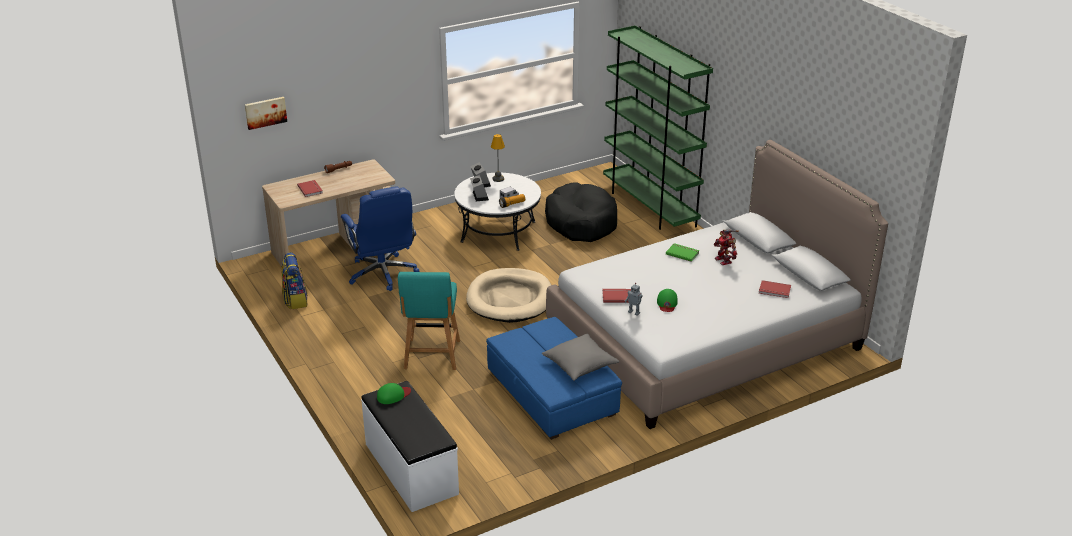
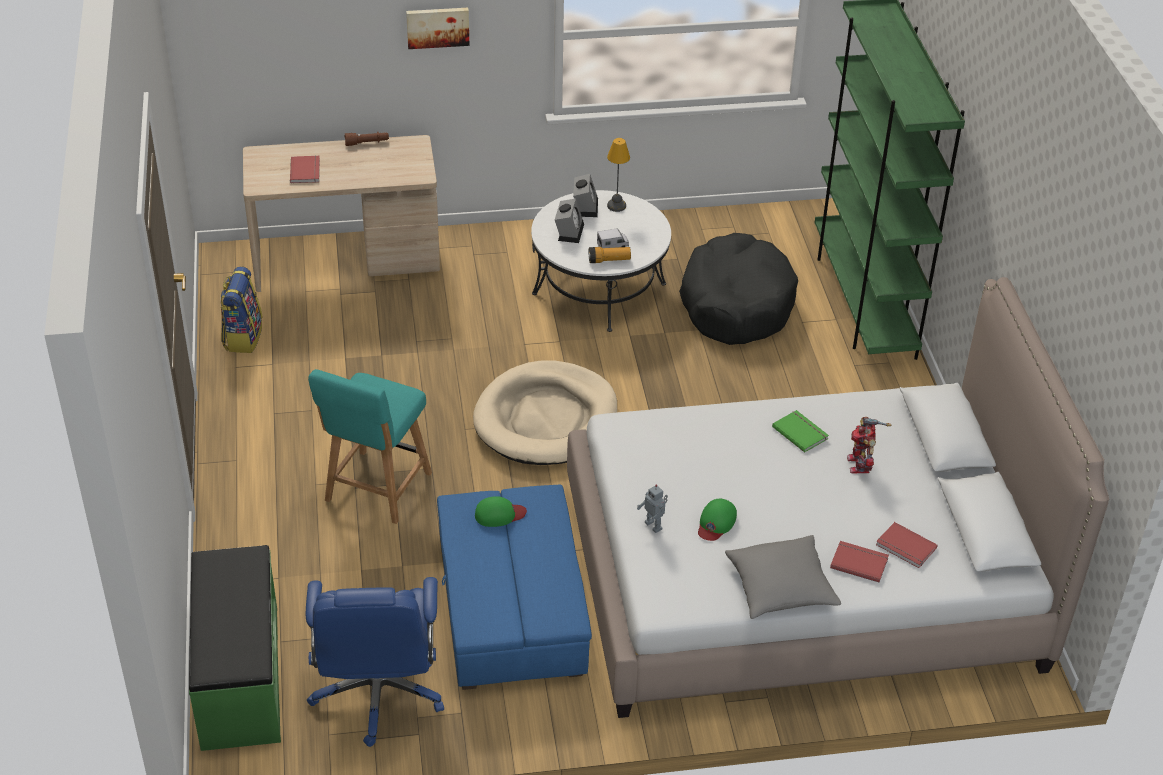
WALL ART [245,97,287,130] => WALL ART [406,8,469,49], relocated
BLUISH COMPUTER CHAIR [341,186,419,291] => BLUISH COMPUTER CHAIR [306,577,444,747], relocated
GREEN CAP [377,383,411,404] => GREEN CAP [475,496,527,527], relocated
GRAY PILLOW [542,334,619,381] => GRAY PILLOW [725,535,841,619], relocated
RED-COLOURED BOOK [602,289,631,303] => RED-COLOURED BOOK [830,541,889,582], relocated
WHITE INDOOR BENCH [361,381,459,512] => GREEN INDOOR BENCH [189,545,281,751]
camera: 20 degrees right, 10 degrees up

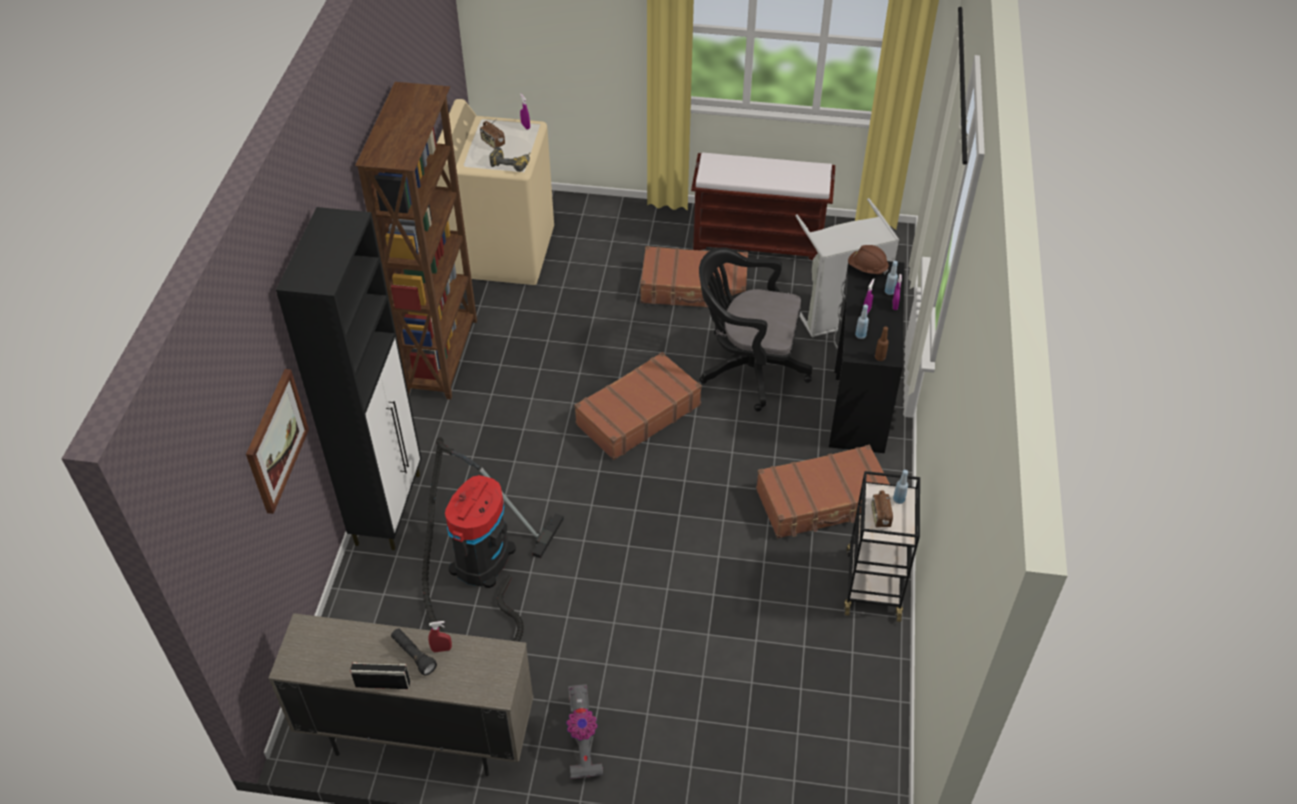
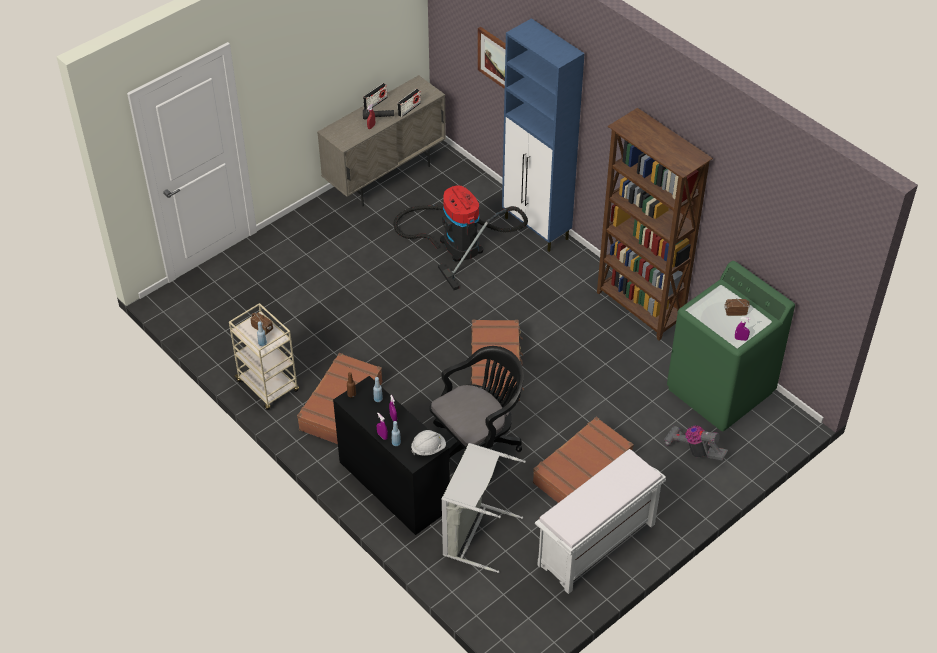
ELECTRIC DRILL [489,147,530,172] => nothing
nothing => RADIO SET [397,89,421,117]
VACUUM CLEANER [566,684,603,779] => VACUUM CLEANER [664,425,728,460], relocated
BLACK STORAGE CABINET [276,207,422,550] => BLUISH STORAGE CABINET [502,18,585,252]
BEIGE LAUNDRY MACHINE [437,99,554,285] => GREEN LAUNDRY MACHINE [667,261,795,431]
BROWN-COLOURED INDOOR BENCH [691,152,835,260] => WHITE INDOOR BENCH [535,449,666,594]
BLACK CART [844,471,920,622] => BEIGE CART [229,303,299,410]
BROWN-COLOURED WORK HELMET [848,245,889,275] => WHITE WORK HELMET [411,430,446,456]
camera: 130 degrees right, 0 degrees up

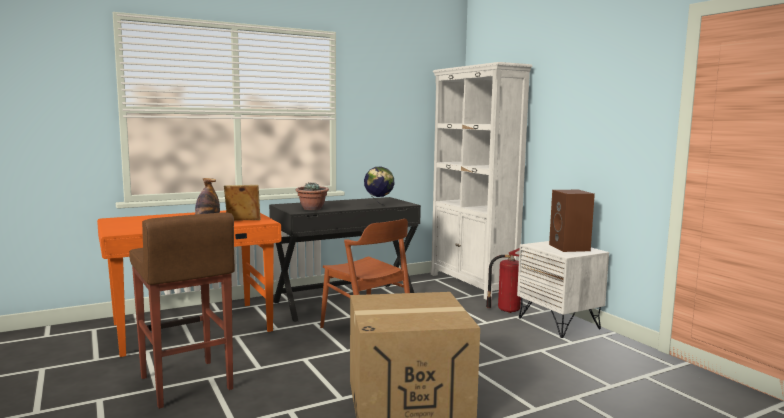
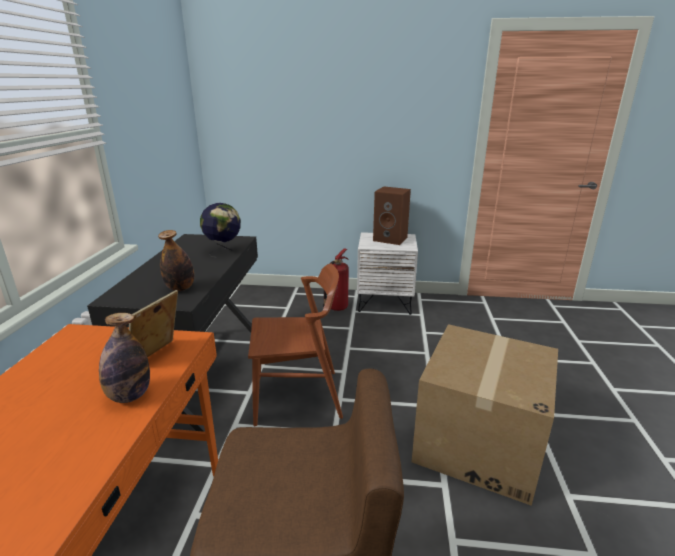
WHITE BOOKCASE [431,62,532,300] => nothing
POTTED PLANT [296,182,329,210] => DRINK BOTTLE [158,230,194,291]
camera: 55 degrees left, 15 degrees up

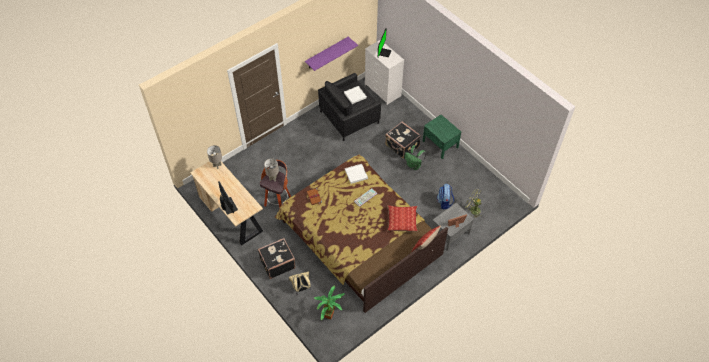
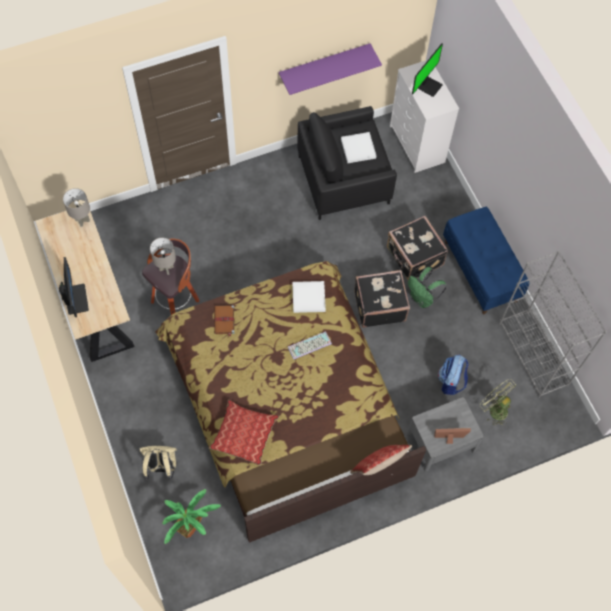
nothing => GRAY BOOKCASE [499,251,607,398]
BLACK SUITCASE [258,238,296,279] => BLACK SUITCASE [354,270,410,328], relocated
PILLOW [387,205,418,232] => PILLOW [209,399,279,466], relocated
GREEN NIGHT TABLE [423,115,461,159] => BLUISH INDOOR BENCH [443,207,530,314]
camera: 15 degrees right, 10 degrees up

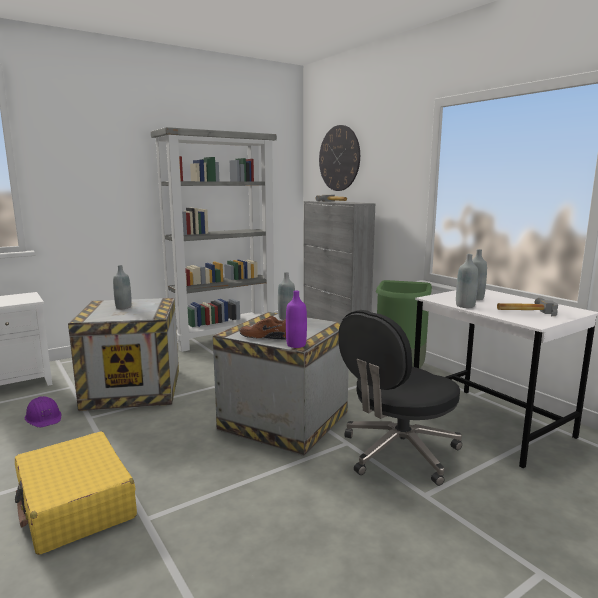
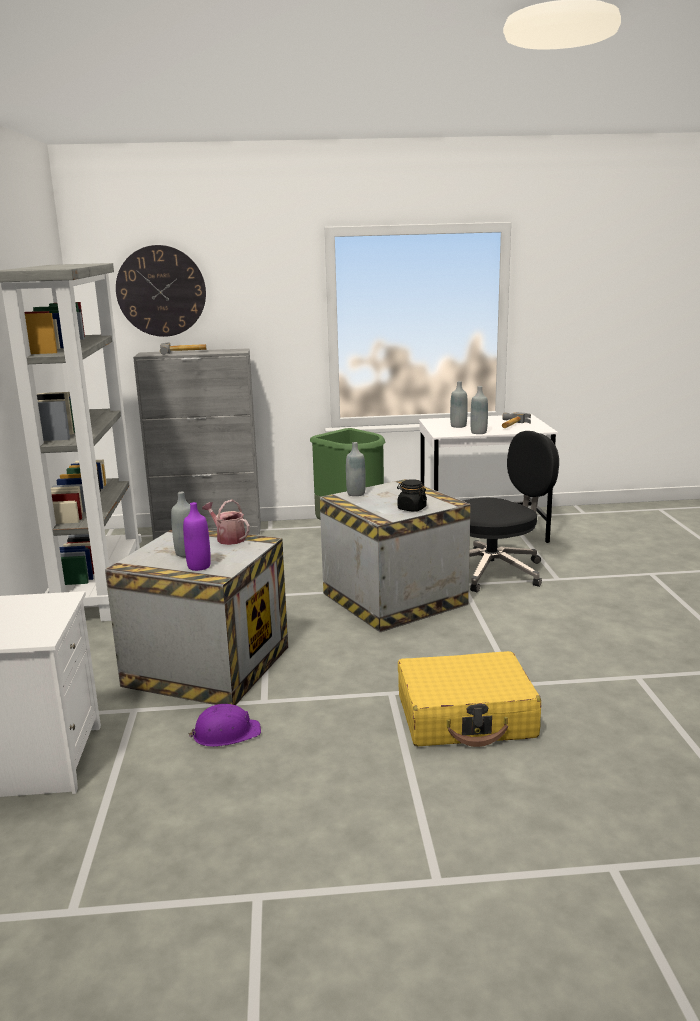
nothing => WATERING CAN [202,499,250,545]
PURPLISH DRINK BOTTLE [286,290,307,348] => PURPLISH DRINK BOTTLE [183,502,211,571], relocated
BROWN-COLOURED SHOE [239,316,286,339] => BLACK PRESERVE JAR [397,479,427,512]
BLACK COMPUTER CHAIR [338,310,462,486] => BLACK COMPUTER CHAIR [463,431,559,592], 105 degrees counterclockwise
camera: 60 degrees left, 5 degrees up

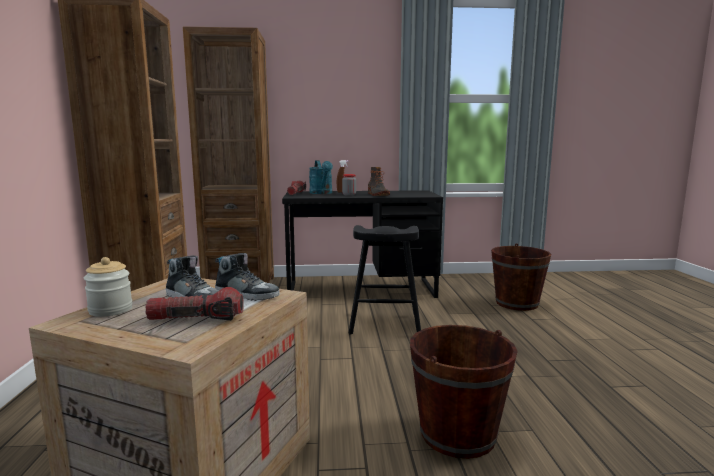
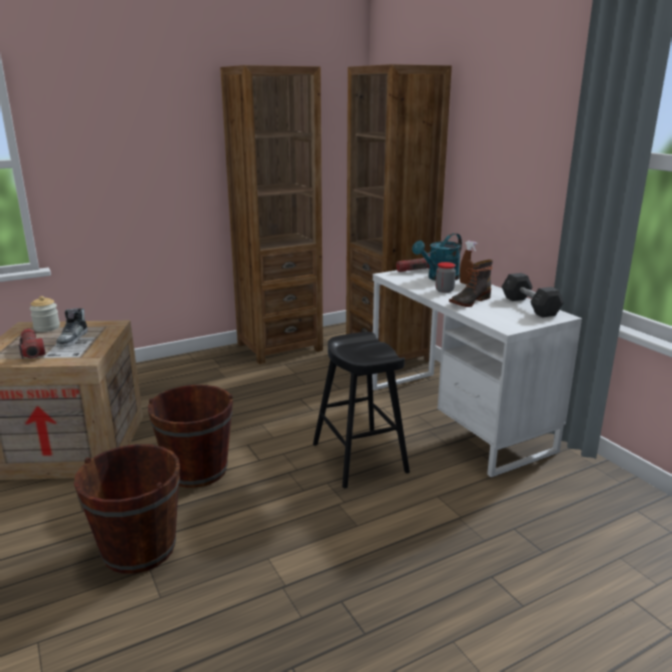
SHOE [215,253,279,300] => nothing
nothing => GRAY HAND WEIGHT [502,273,564,317]
BROWN-COLOURED WATER BUCKET [491,243,551,311] => BROWN-COLOURED WATER BUCKET [148,385,233,488], relocated
BLACK DESK [282,190,443,298] => WHITE DESK [372,268,582,477]
camera: 65 degrees right, 10 degrees up

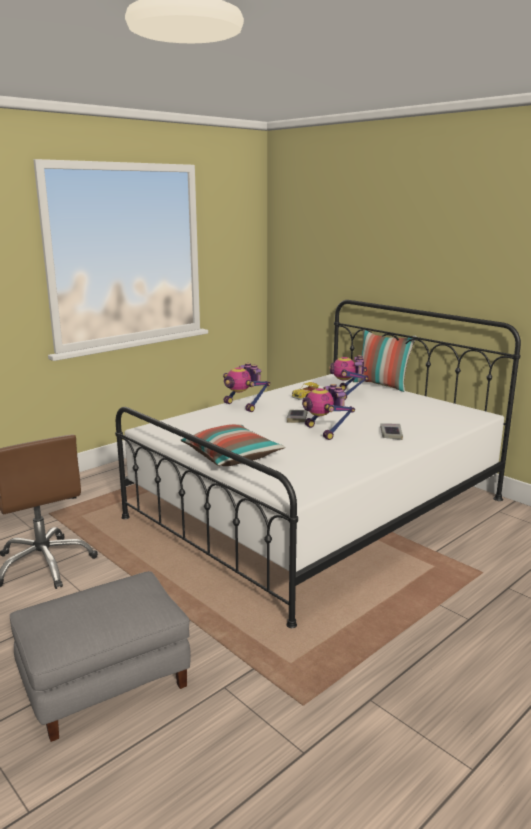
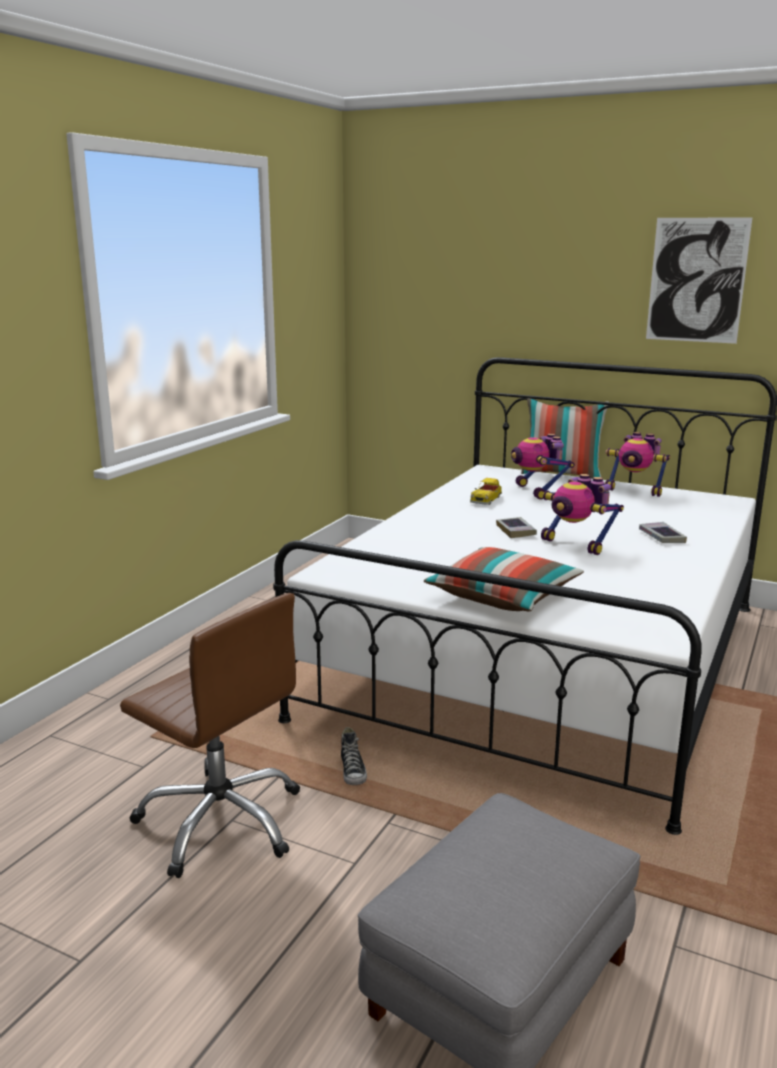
nothing => SHOE [341,727,367,785]
nothing => WALL ART [646,217,753,344]
ROBOT FIGURE [223,363,270,412] => ROBOT FIGURE [605,432,670,497], relocated
camera: 20 degrees left, 0 degrees up

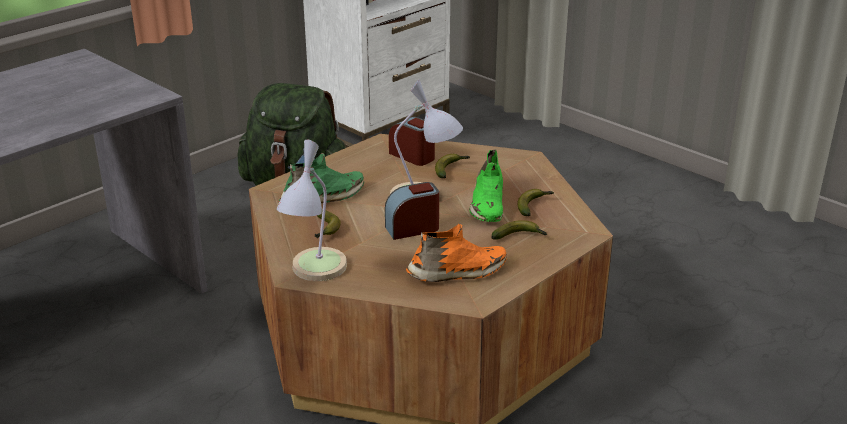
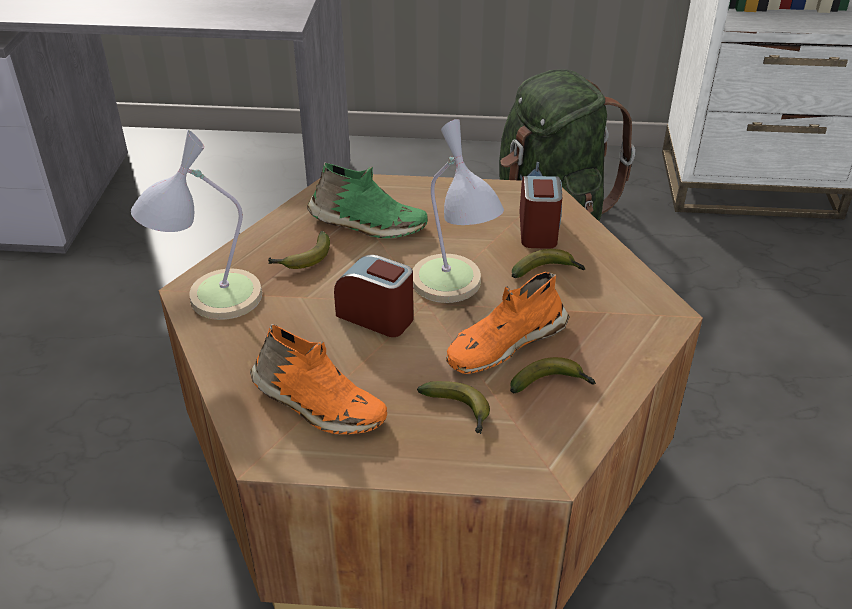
GREEN SHOE [469,149,503,222] => ORANGEY SHOE [446,272,570,374]
camera: 50 degrees right, 10 degrees up

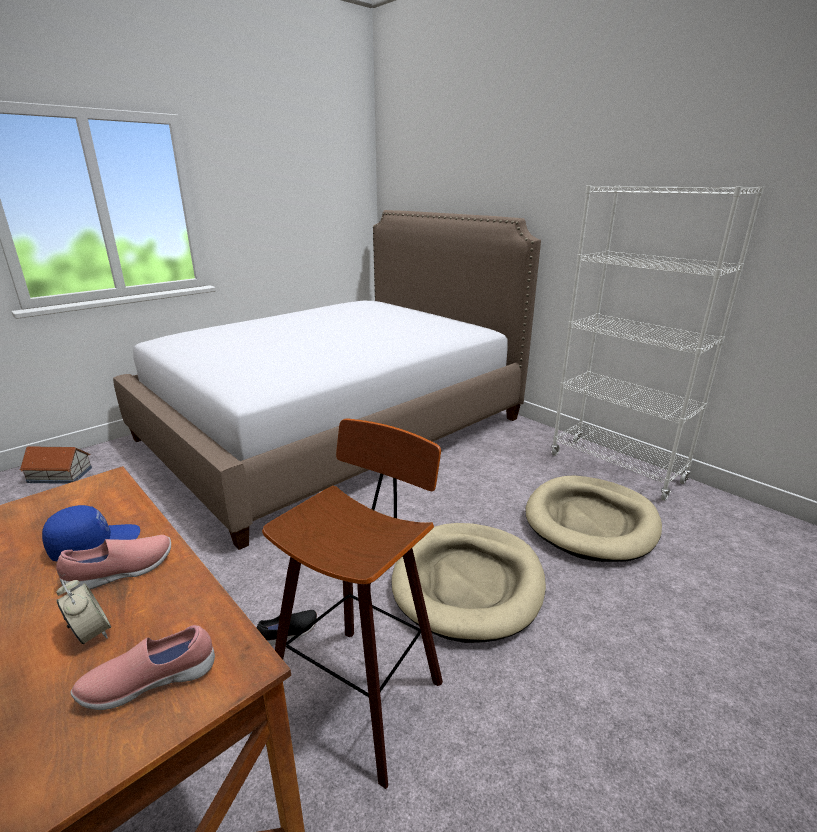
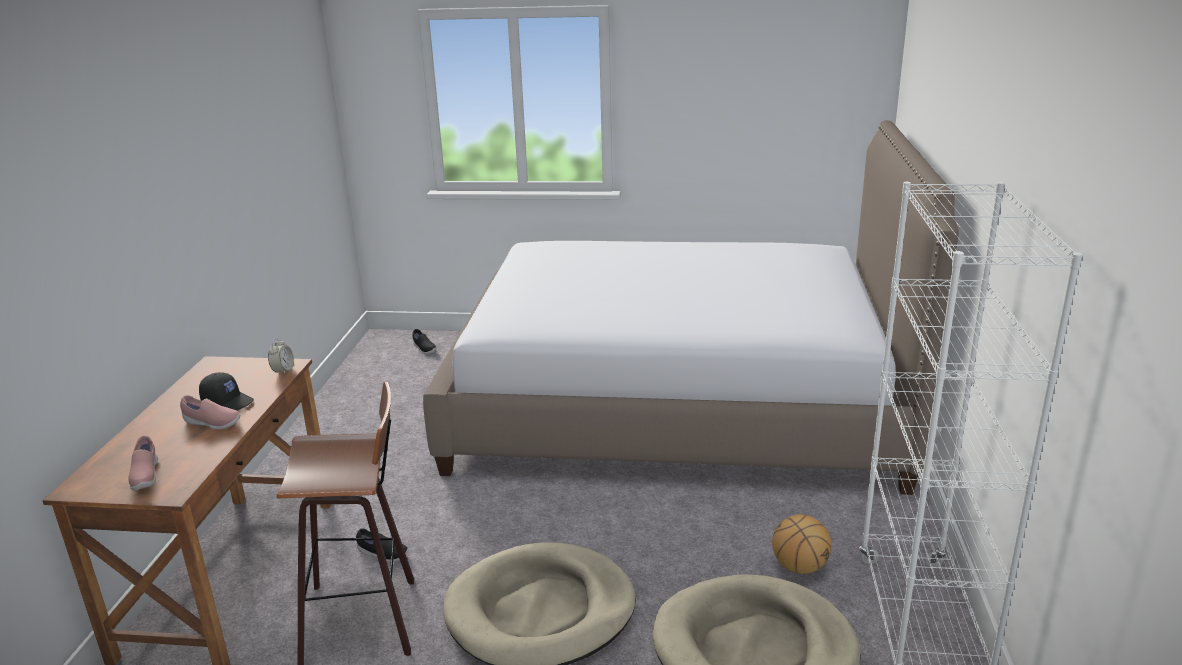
nothing => BASKETBALL BALL [772,514,832,574]
BEDSIDE CLOCK [56,580,111,644] => BEDSIDE CLOCK [268,338,294,375], relocated
MINIATURE HOUSE [19,446,92,484] => BLACK SHOE [412,329,437,354]
BLUISH CAP [42,505,140,561] => BLACK CAP [199,372,254,411]
PINK-COLOURED SHOE [71,625,215,710] => PINK-COLOURED SHOE [128,436,158,490], 135 degrees counterclockwise
camera: 50 degrees right, 0 degrees up

